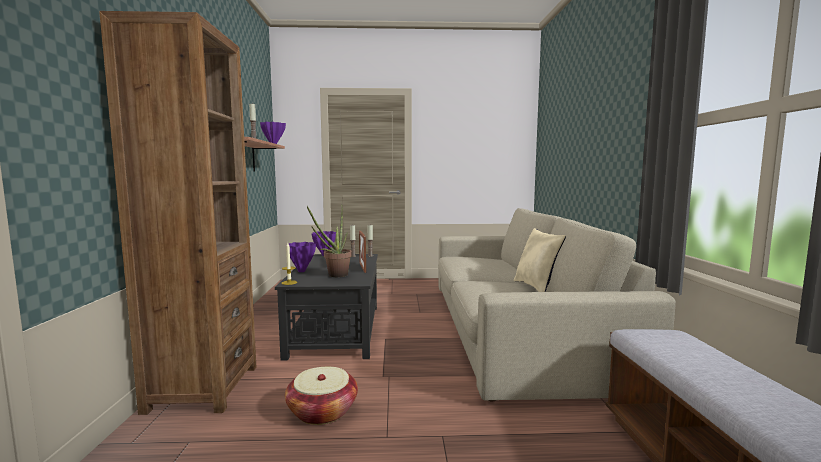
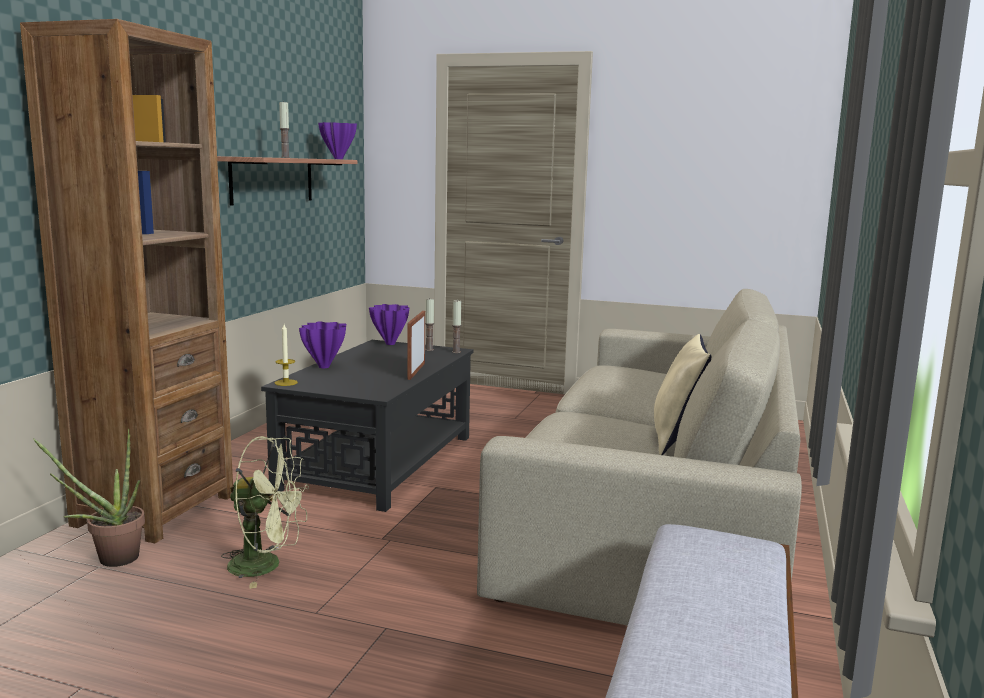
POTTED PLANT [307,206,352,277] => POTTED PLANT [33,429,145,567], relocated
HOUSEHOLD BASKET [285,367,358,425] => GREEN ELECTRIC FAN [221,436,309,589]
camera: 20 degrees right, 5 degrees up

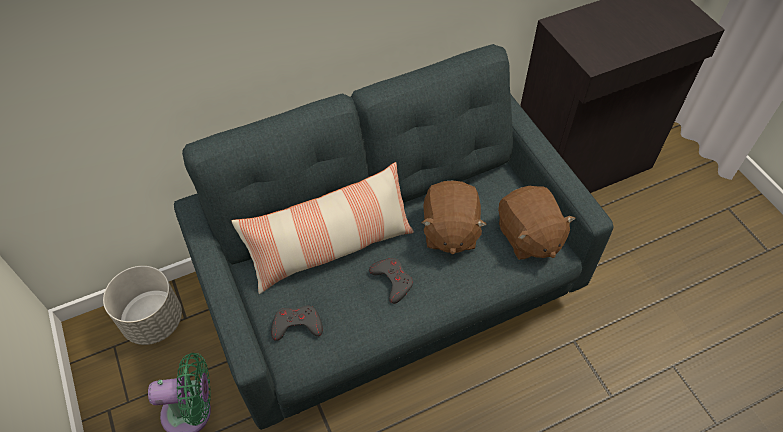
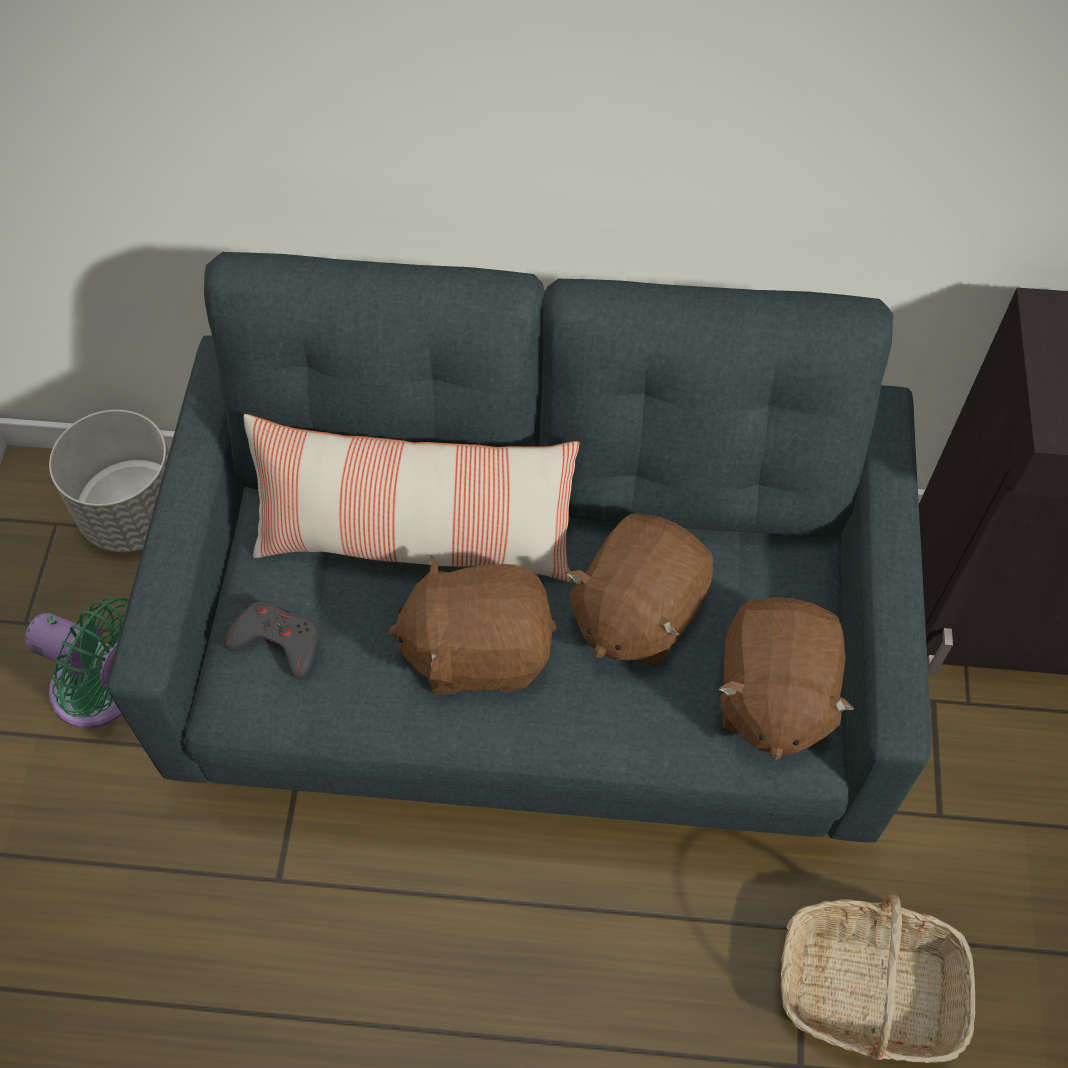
nothing => HOUSEHOLD BASKET [781,894,975,1063]
GRAY GAMEPAD [369,258,413,304] => BROWN-COLOURED PLUSH TOY [388,555,556,694]
camera: 30 degrees right, 5 degrees up

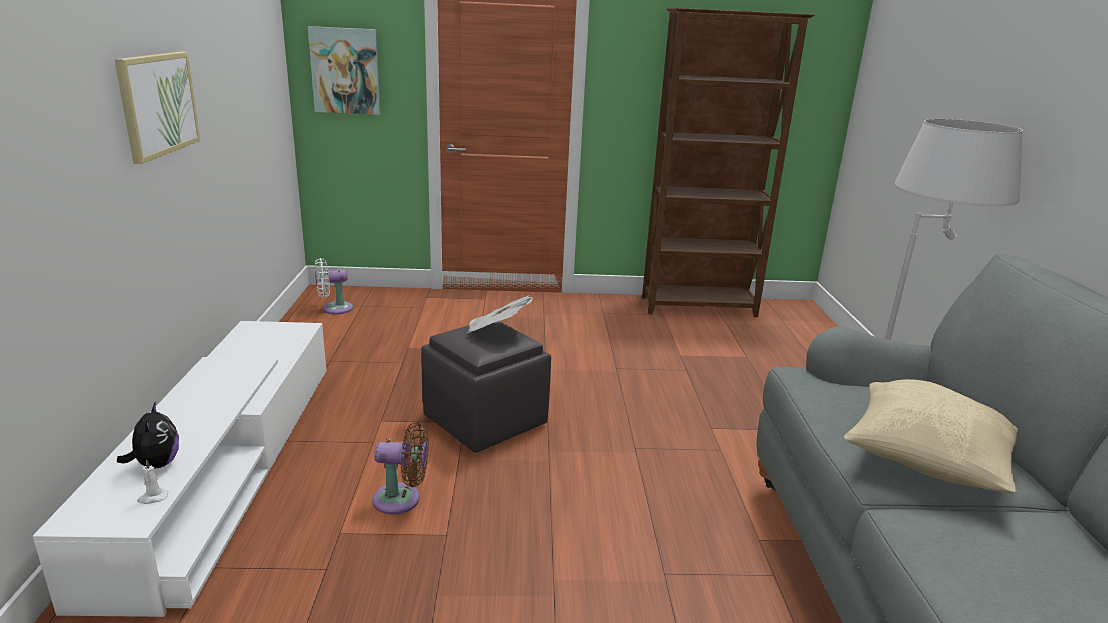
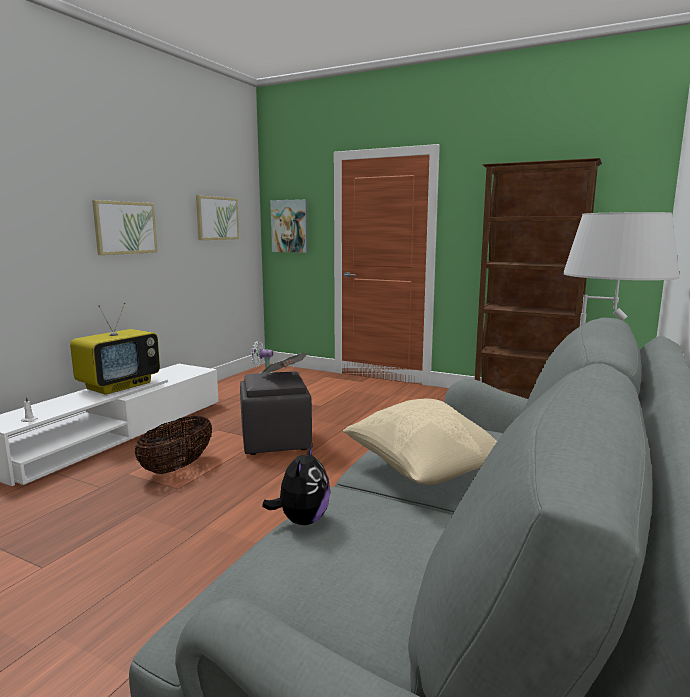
nothing => TELEVISION [70,303,160,395]
nothing => WALL ART [196,195,239,240]
PLUSH TOY [117,401,179,468] => PLUSH TOY [262,444,330,525], relocated
BROWN-COLOURED ELECTRIC FAN [373,422,428,515] => HOUSEHOLD BASKET [135,416,212,474]
camera: 30 degrees right, 10 degrees down

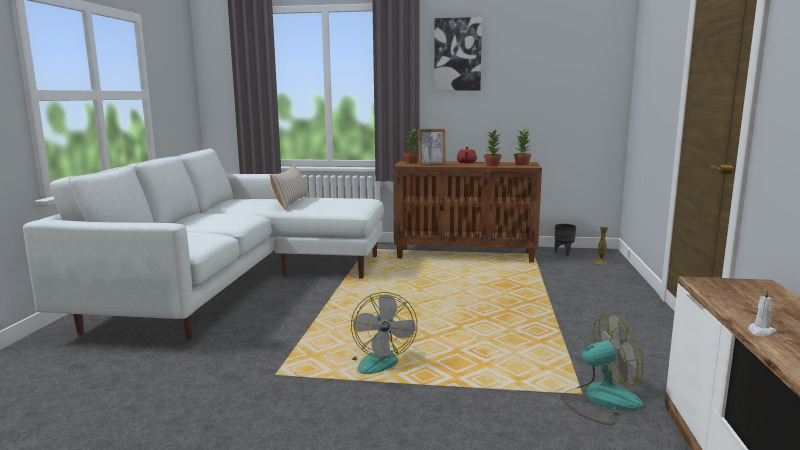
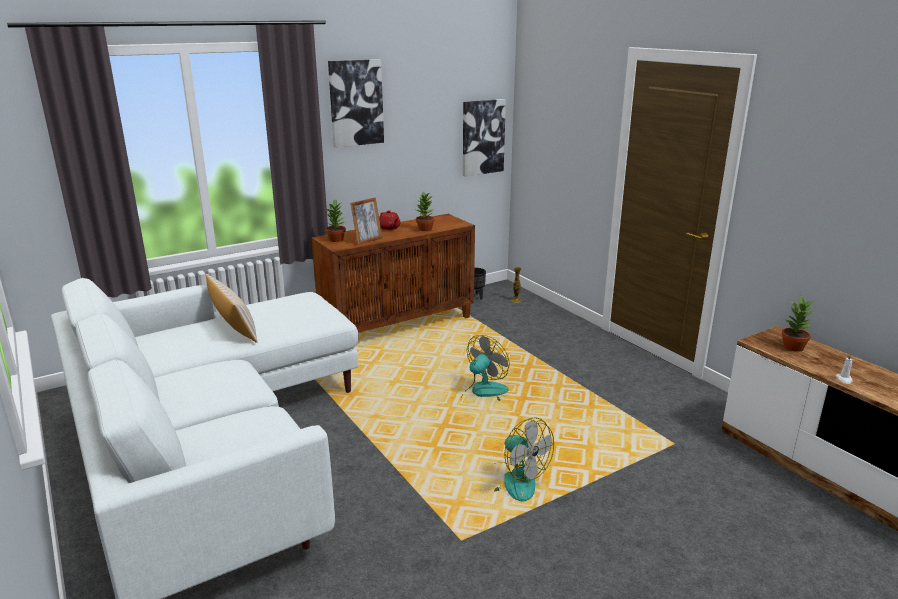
nothing => WALL ART [463,99,506,176]
POTTED PLANT [514,129,531,165] => POTTED PLANT [782,296,814,352], relocated
ELECTRIC FAN [561,313,643,425] => ELECTRIC FAN [464,335,510,401], relocated
camera: 40 degrees left, 10 degrees up

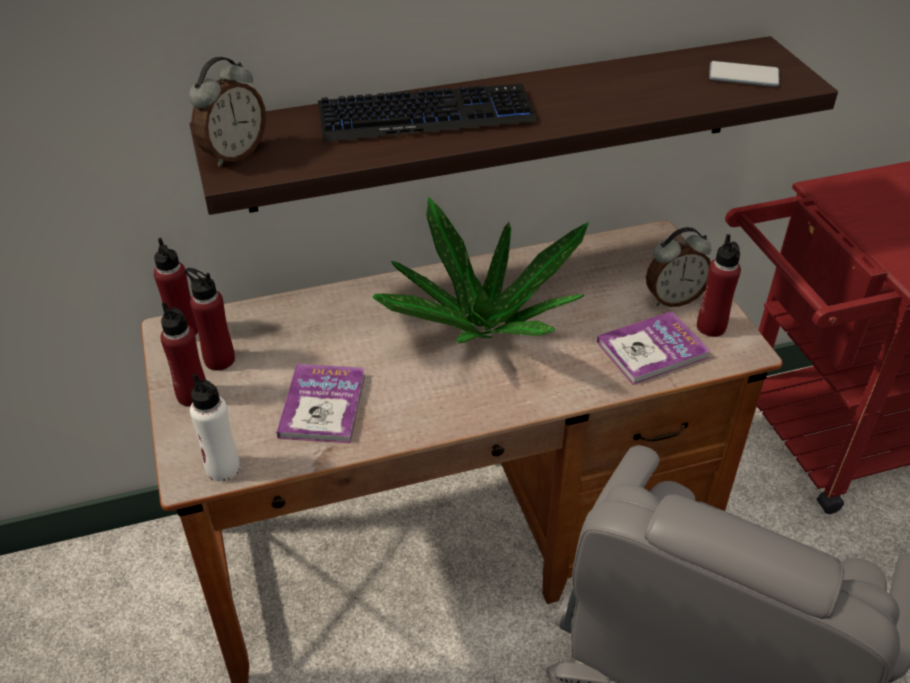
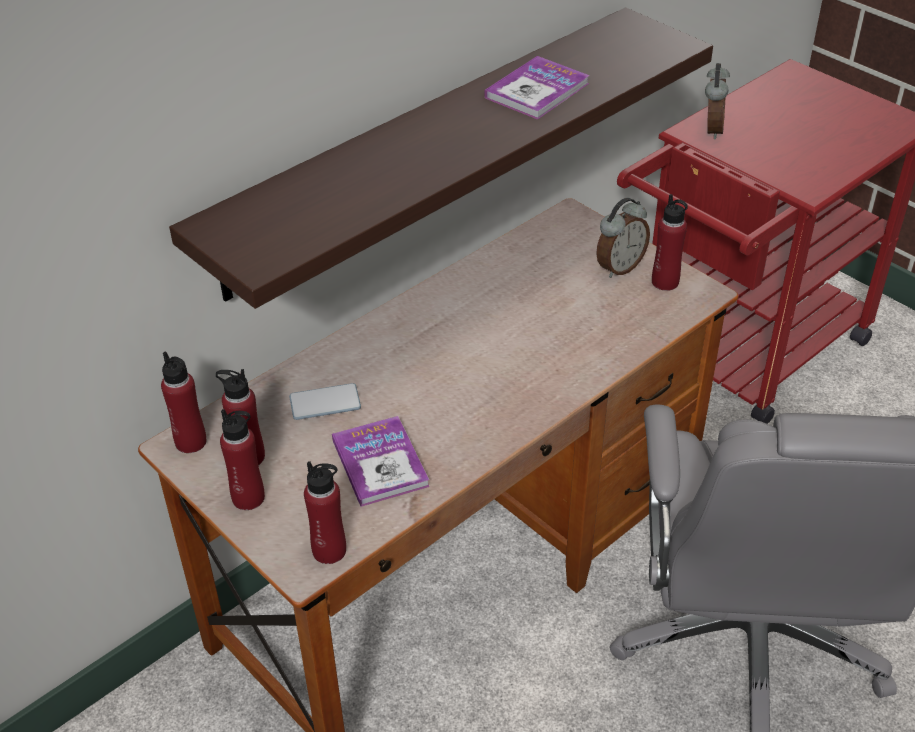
PC KEYBOARD [318,83,537,142] => nothing
POTTED PLANT [372,197,589,344] => nothing
BEDSIDE CLOCK [189,57,266,167] => BEDSIDE CLOCK [705,63,730,139], relocated
BOOK [597,311,710,385] => BOOK [484,56,590,120], relocated
TELEPHONE [709,61,780,87] => TELEPHONE [289,383,361,420], relocated
WHITE DRINK BOTTLE [190,374,240,481] => RED-COLOURED DRINK BOTTLE [304,461,346,564]
camera: 25 degrees left, 0 degrees up

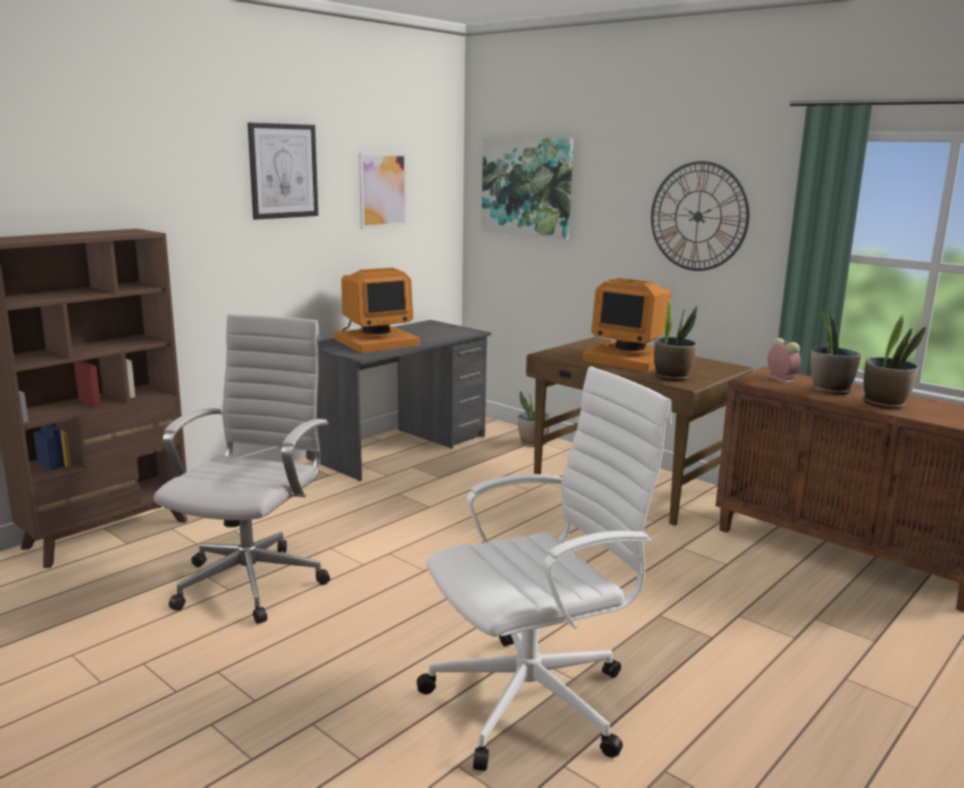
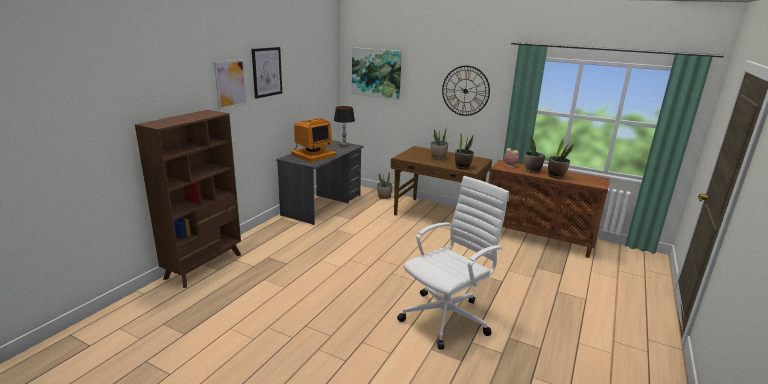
WHITE COMPUTER CHAIR [154,314,330,624] => nothing
nothing => LAMP FOR A TABLE [334,106,355,146]
WALL ART [359,153,407,229] => WALL ART [214,59,247,110], relocated
COMPUTER DISPLAY [583,278,671,372] => POTTED PLANT [431,129,448,160]
camera: 15 degrees left, 5 degrees up

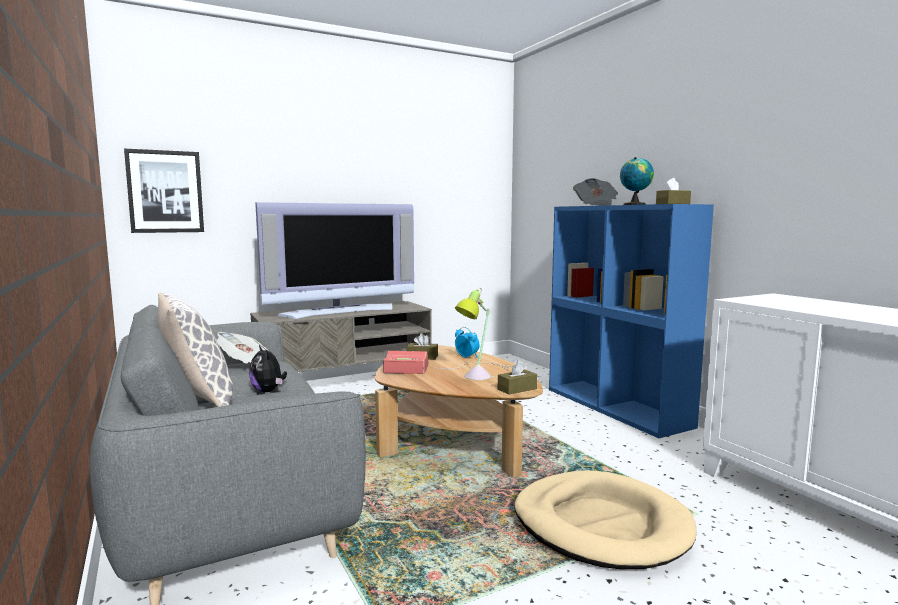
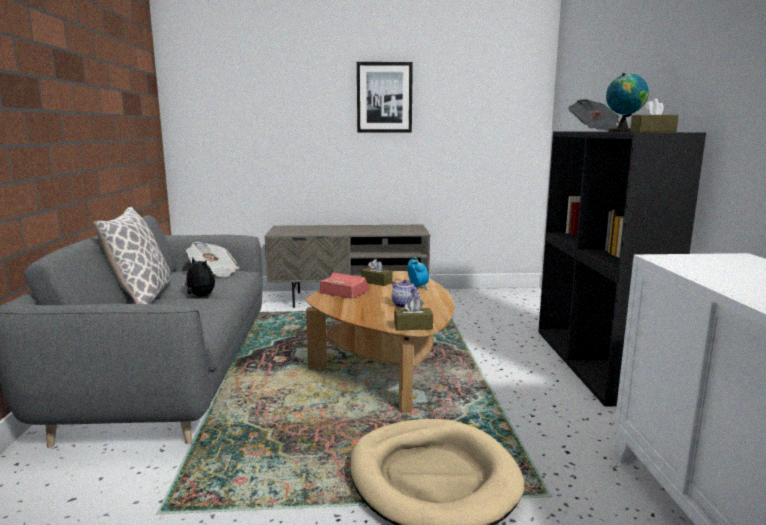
TELEVISION [255,202,414,319] => nothing
WALL ART [124,149,204,233] => WALL ART [357,62,413,132], relocated
LAMP FOR A TABLE [439,288,512,380] => TEAPOT [391,280,420,308]
BLUISH BOOKCASE [549,204,714,438] => BLACK BOOKCASE [538,132,706,407]
PLUSH TOY [249,345,287,392] => PLUSH TOY [182,258,215,297], 135 degrees clockwise
camera: 25 degrees right, 5 degrees up

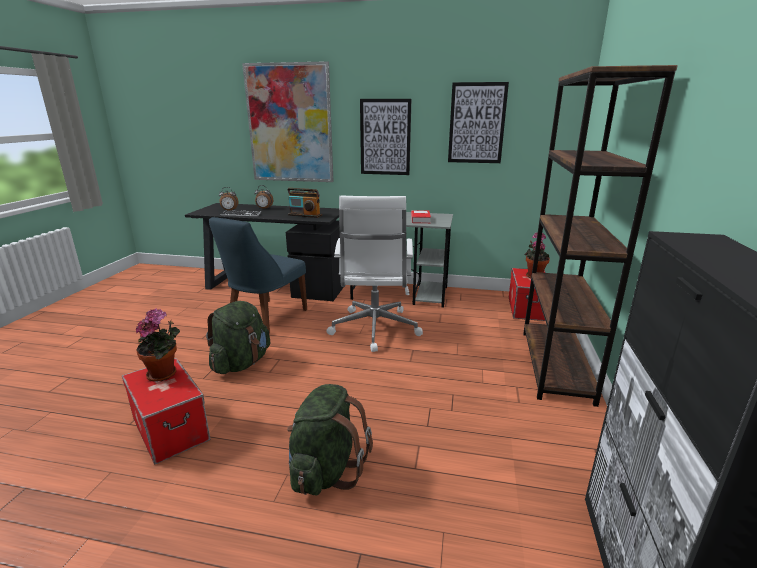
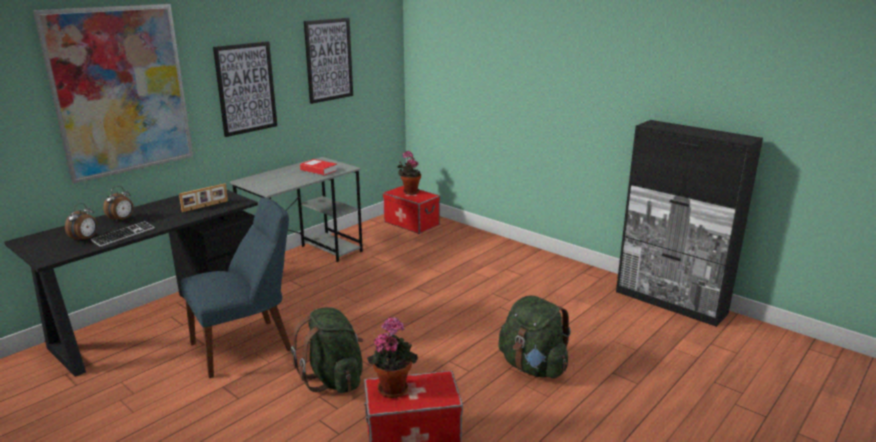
WHITE COMPUTER CHAIR [327,196,423,352] => nothing
BROWN-COLOURED BOOKCASE [523,65,678,407] => nothing
RADIO SET [287,188,322,218] => PHOTO FRAME [179,184,228,212]
BLUISH PLAIN CHAIR [209,217,307,334] => BLUISH PLAIN CHAIR [181,197,291,378], 90 degrees counterclockwise
camera: 60 degrees left, 0 degrees up

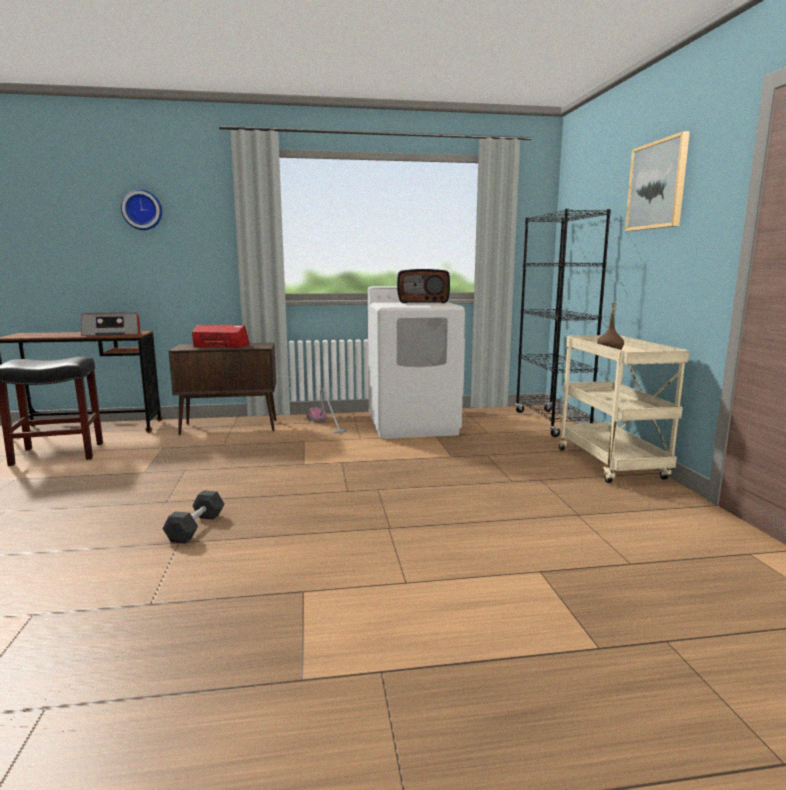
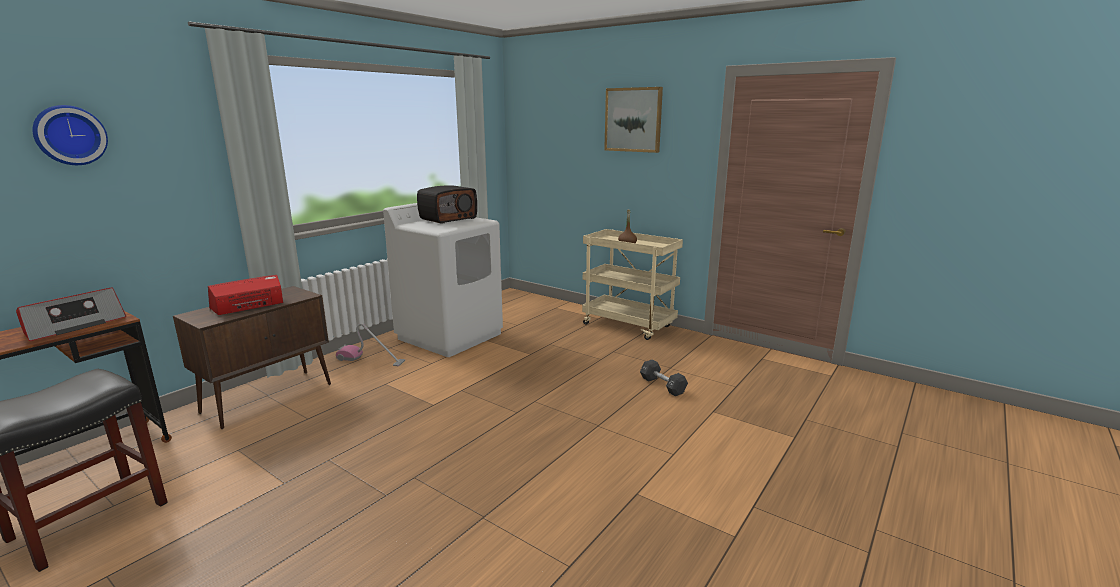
BLACK BOOKCASE [515,209,611,437] => nothing
BLACK HAND WEIGHT [162,490,224,544] => BLACK HAND WEIGHT [640,360,688,396], relocated
camera: 45 degrees left, 5 degrees up

